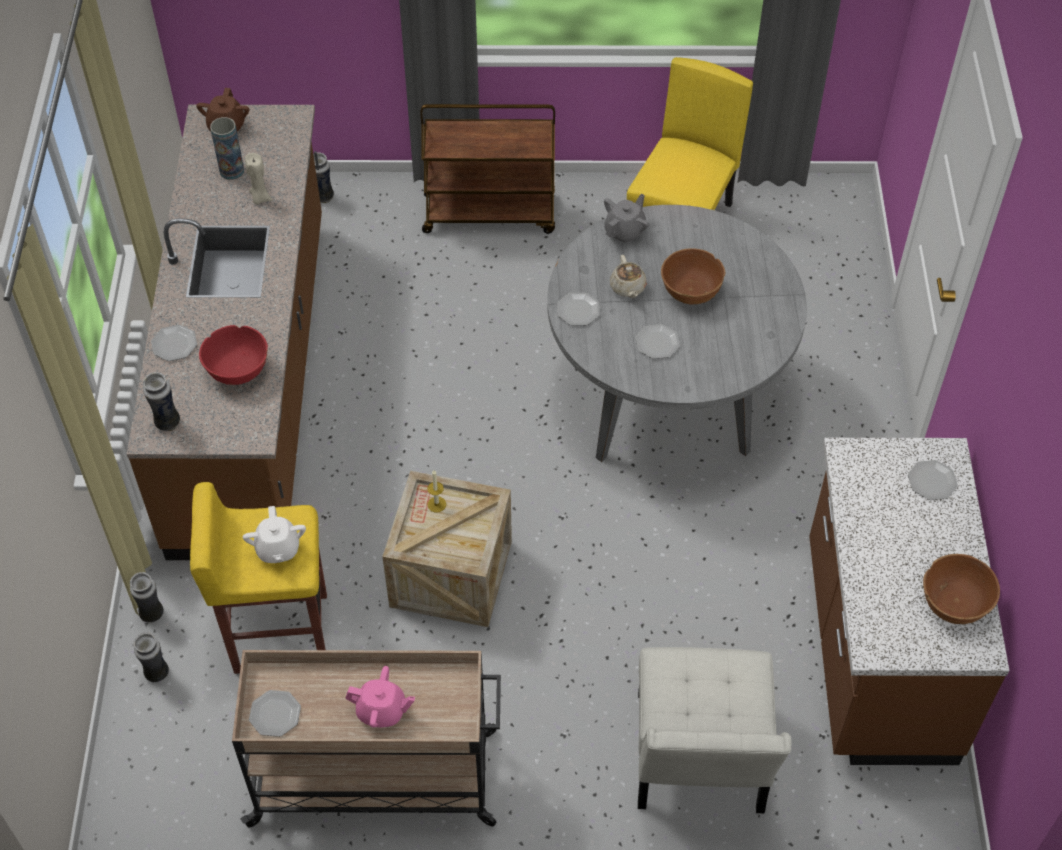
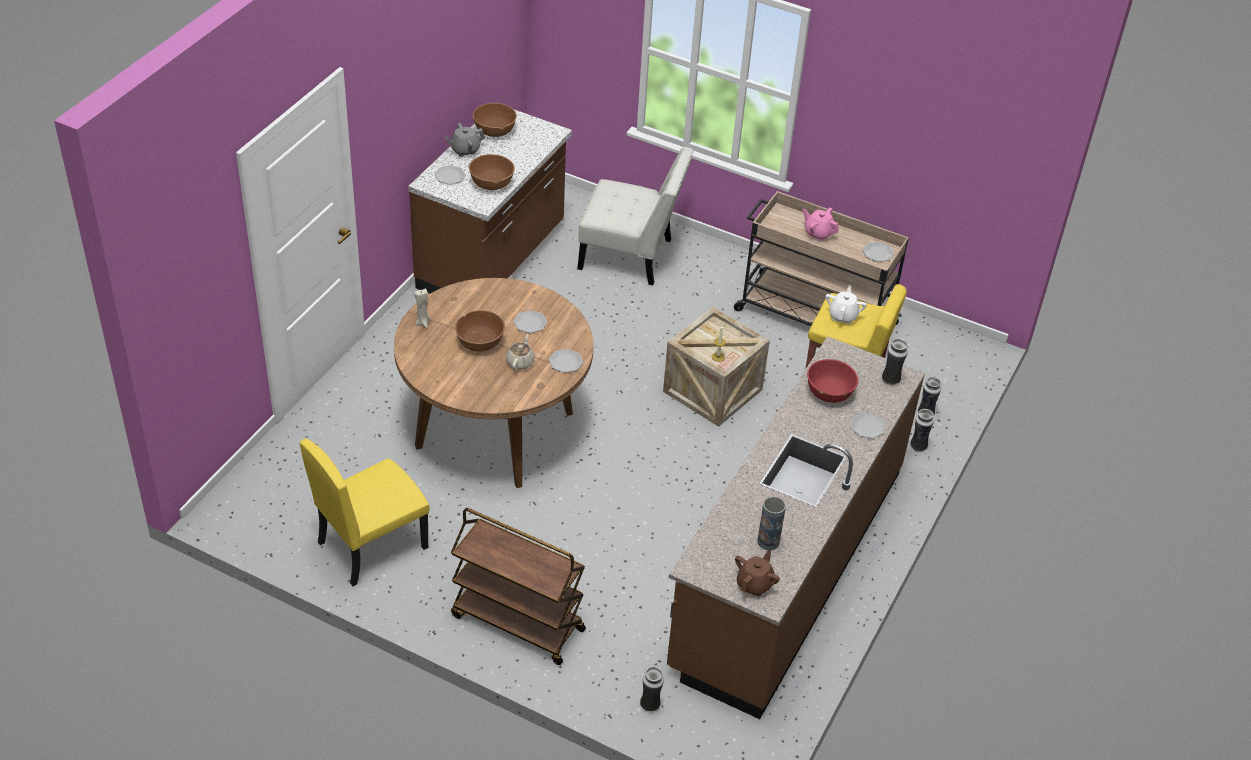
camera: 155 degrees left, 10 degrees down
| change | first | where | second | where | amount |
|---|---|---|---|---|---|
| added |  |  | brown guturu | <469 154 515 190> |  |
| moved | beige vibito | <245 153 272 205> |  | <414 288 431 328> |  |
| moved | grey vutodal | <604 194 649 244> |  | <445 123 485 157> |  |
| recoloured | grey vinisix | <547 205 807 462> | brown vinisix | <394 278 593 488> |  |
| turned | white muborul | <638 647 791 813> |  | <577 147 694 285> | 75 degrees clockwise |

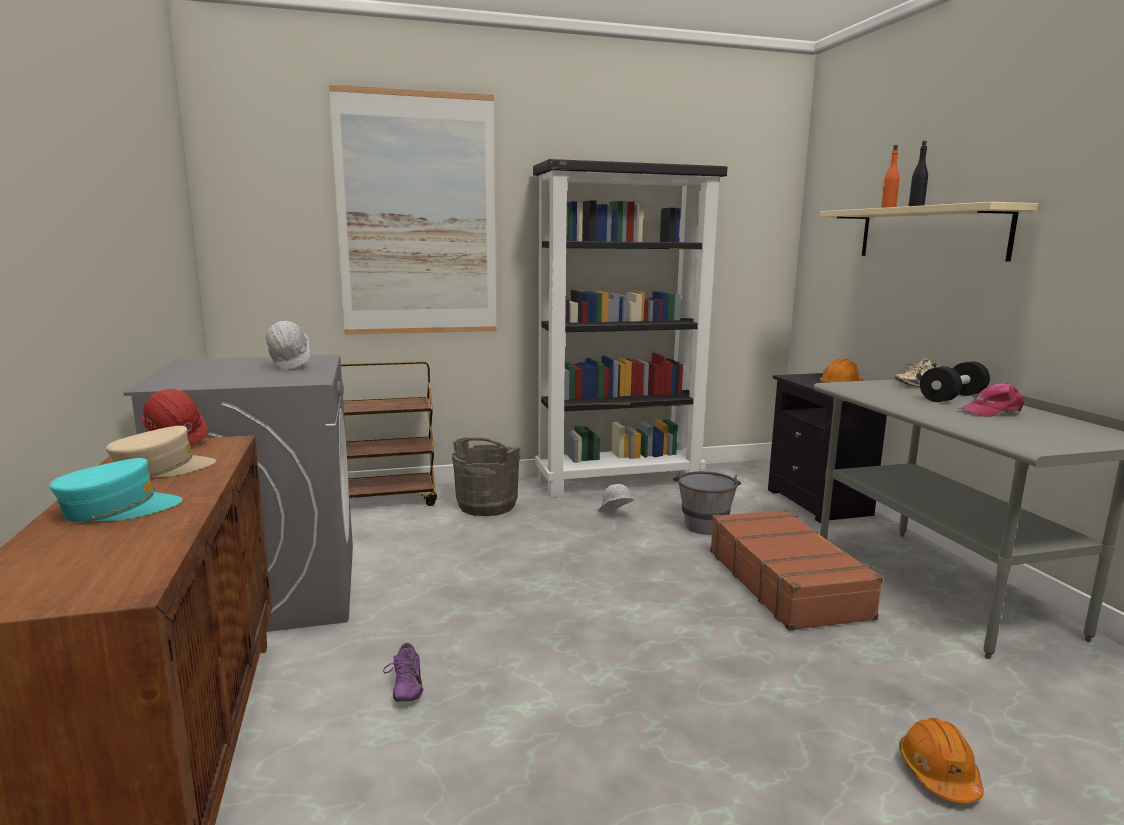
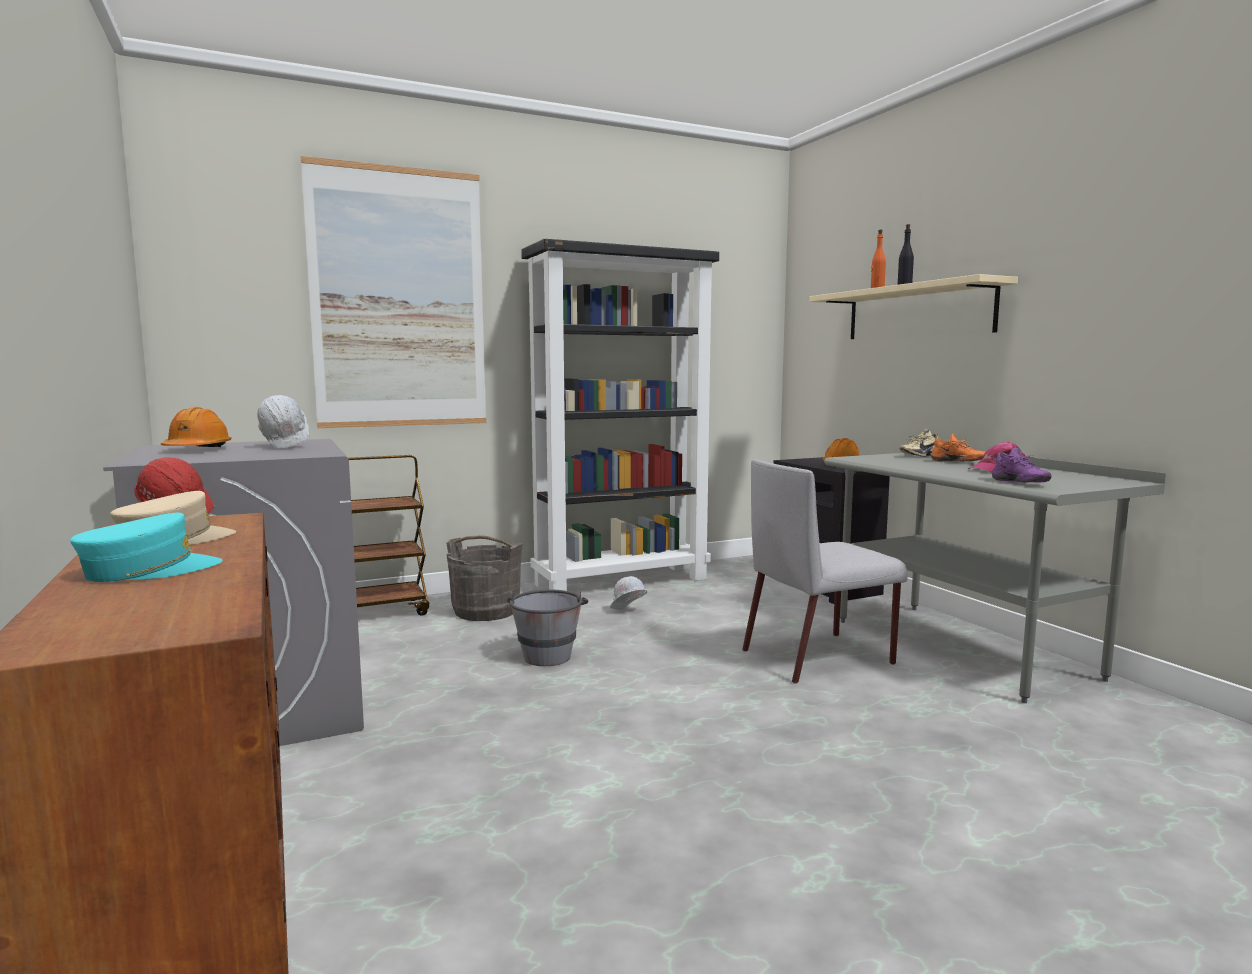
camera: 10 degrees left, 5 degrees down
| change | first | where | second | where | amount |
|---|---|---|---|---|---|
| moved | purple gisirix | <383 643 423 701> |  | <992 448 1052 482> |  |
| moved | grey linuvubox | <673 471 741 535> |  | <507 590 588 666> |  |
| moved | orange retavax | <899 718 984 803> |  | <161 407 232 447> |  |
| replaced | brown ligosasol | <710 509 884 631> | grey muborul | <742 459 908 684> |  |
| replaced | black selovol | <920 362 990 402> | orange gisirix | <931 433 985 462> |  |

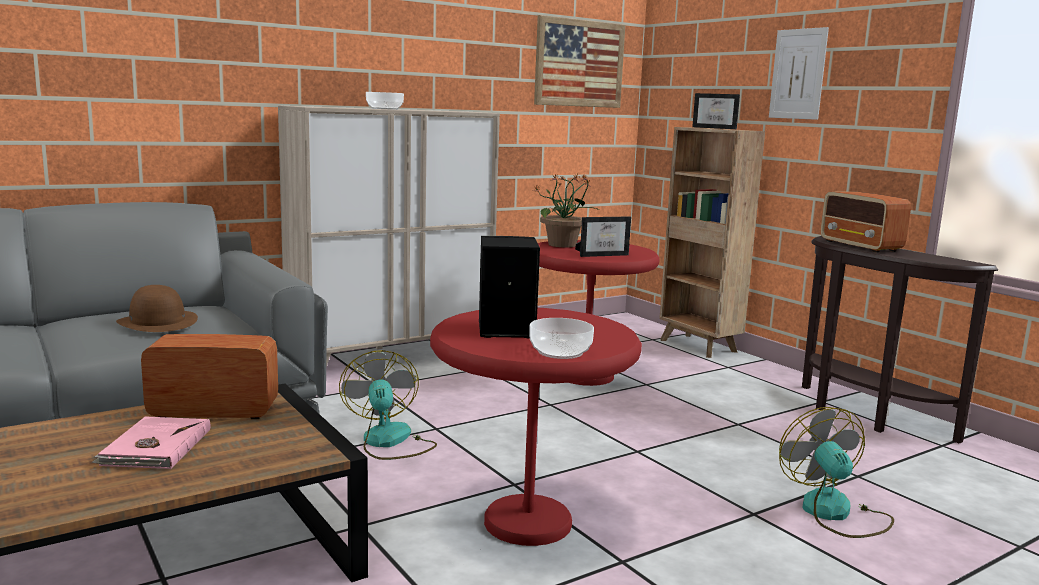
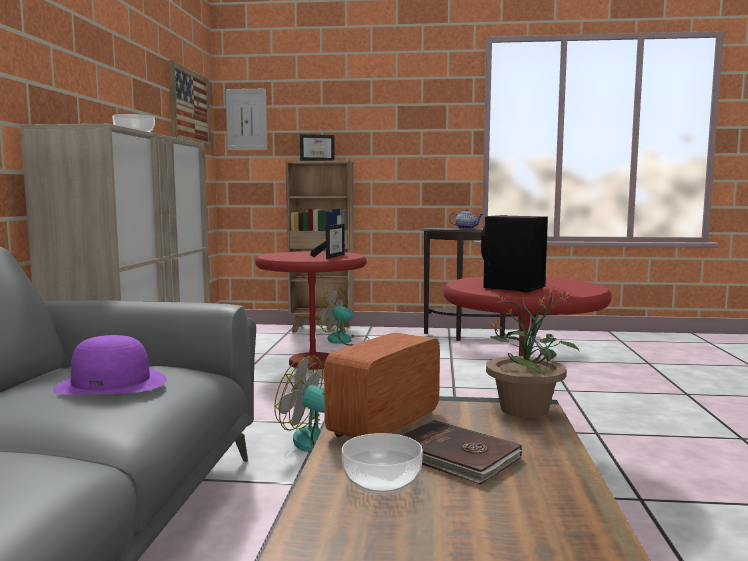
camera: 50 degrees left, 5 degrees down
| change | first | where | second | where | amount |
|---|---|---|---|---|---|
| moved | guturu | <529 318 594 359> |  | <342 433 423 494> |  |
| moved | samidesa | <534 174 599 247> |  | <486 286 580 418> |  |
| moved | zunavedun | <769 27 829 120> |  | <226 89 267 150> |  |
| moved | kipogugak | <779 407 894 538> |  | <317 288 369 345> |  |
| replaced | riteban | <821 191 911 253> | vutodal | <449 209 483 229> |  |
| recoloured | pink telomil | <92 417 210 469> | brown telomil | <402 420 522 485> |  |
| recoloured | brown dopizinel | <116 285 198 332> | purple dopizinel | <53 335 167 395> |  |

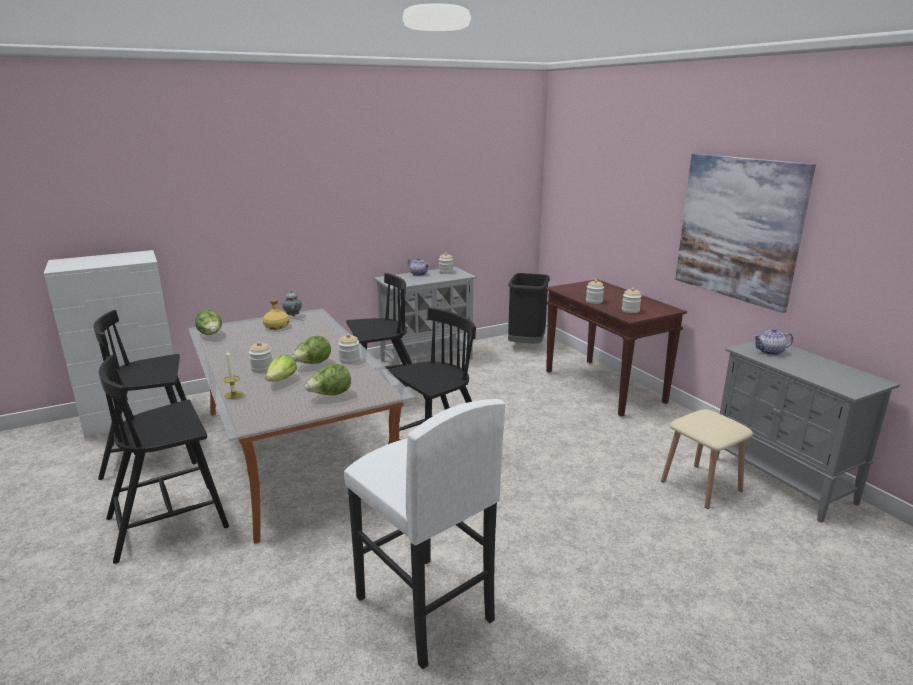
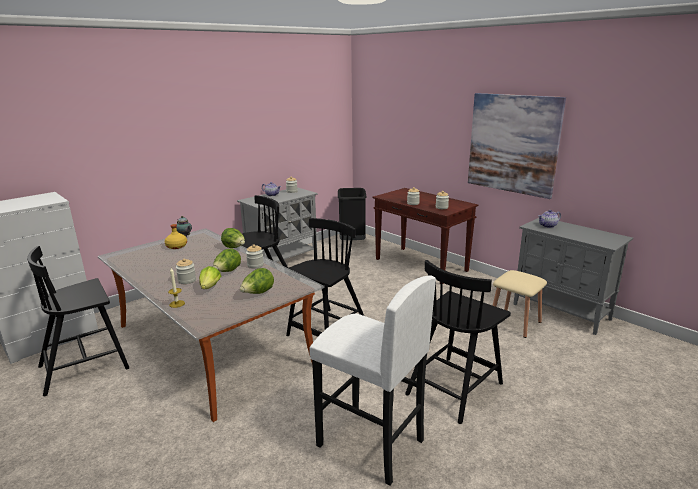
camera: 15 degrees left, 0 degrees up
| change | first | where | second | where | amount |
|---|---|---|---|---|---|
| moved | black muborul | <99 355 229 564> |  | <405 260 511 424> |  |
| moved | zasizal | <195 310 222 335> |  | <221 228 245 248> |  |

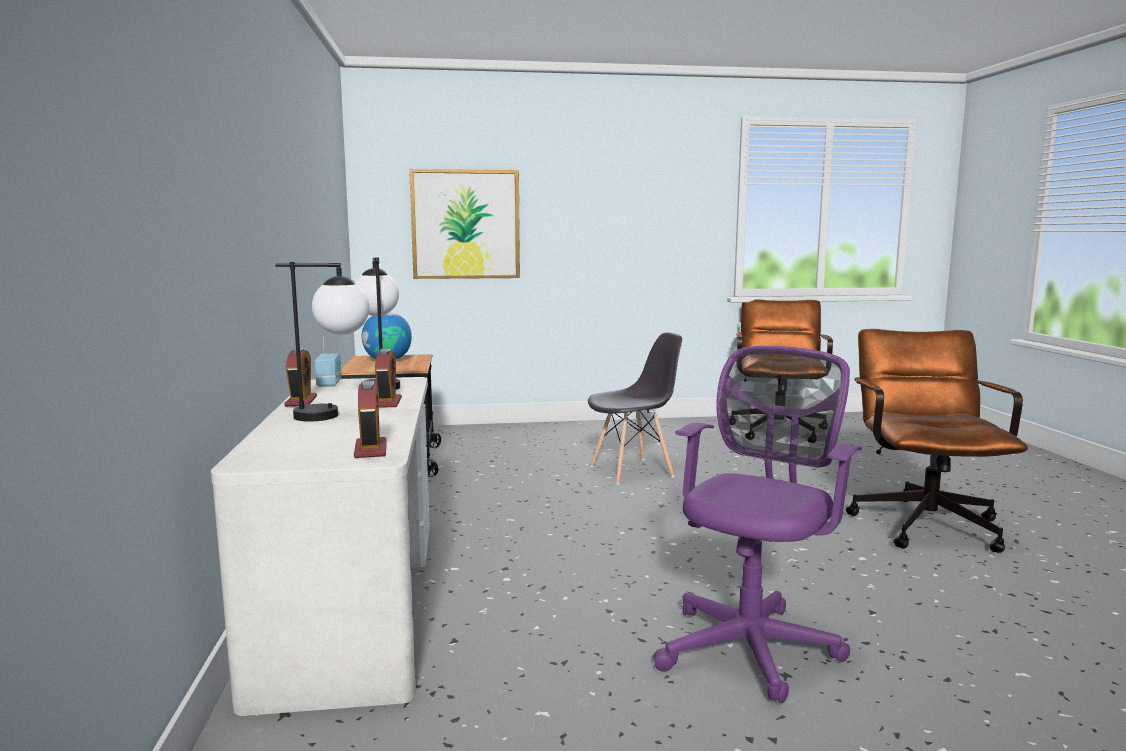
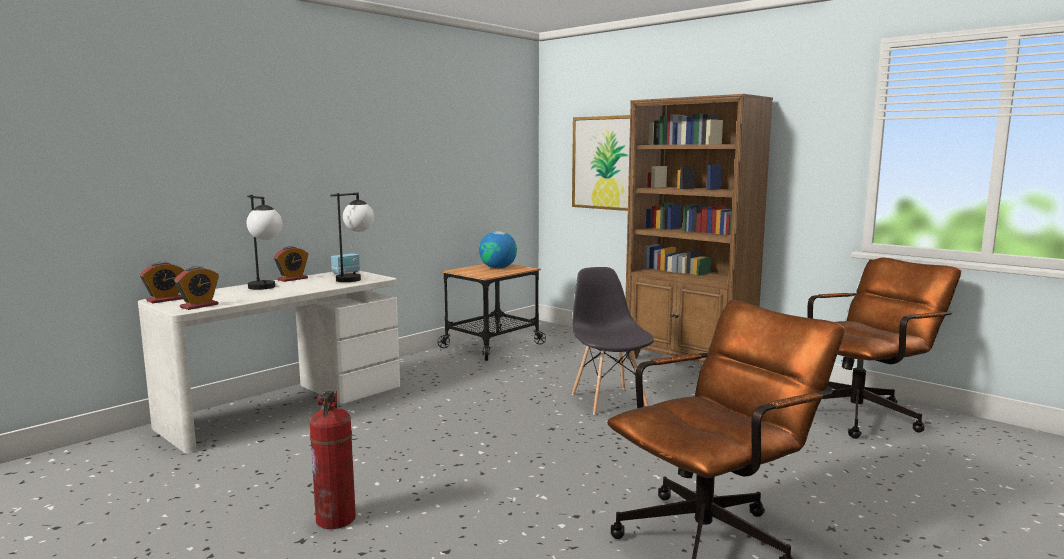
camera: 50 degrees right, 0 degrees up
| change | first | where | second | where | amount |
|---|---|---|---|---|---|
| added |  |  | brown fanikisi | <626 94 773 363> |  |
| moved | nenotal | <375 349 402 408> |  | <140 262 185 303> |  |
| replaced | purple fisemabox | <653 346 862 703> | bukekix | <310 391 356 529> |  |
| turned | grey muborul | <588 332 682 485> |  | <572 267 654 415> | 135 degrees counterclockwise |

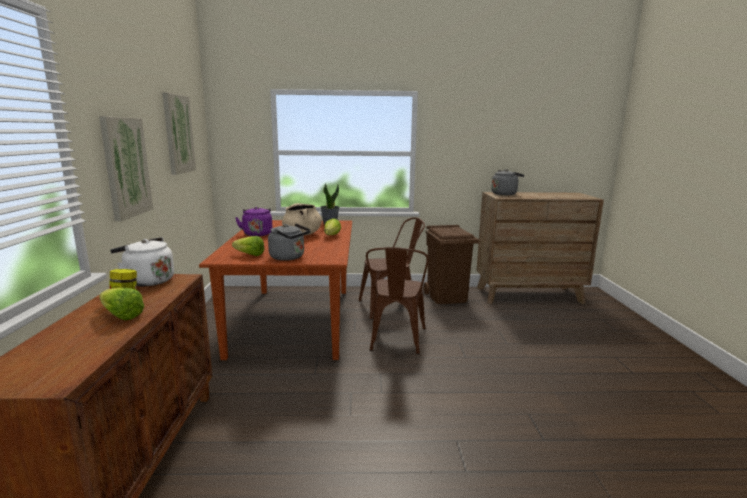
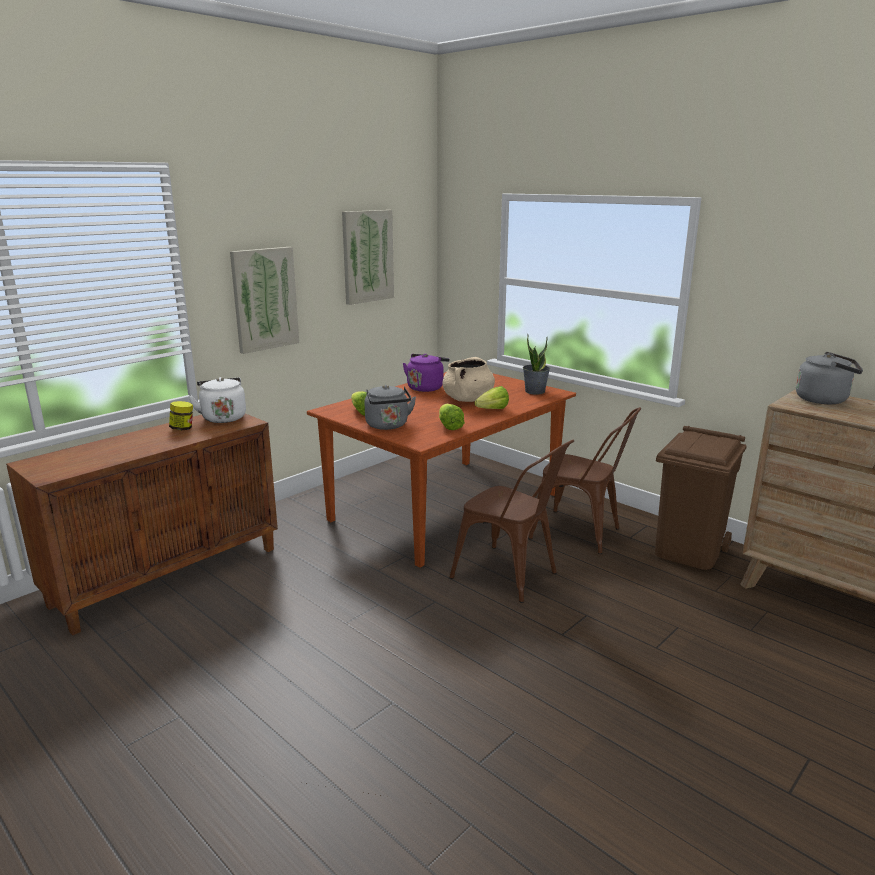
camera: 45 degrees right, 5 degrees up
| change | first | where | second | where | amount |
|---|---|---|---|---|---|
| moved | zasizal | <99 287 144 320> |  | <439 404 465 430> |  |
| turned | brown muborul | <366 247 429 354> |  | <450 440 574 603> | 105 degrees counterclockwise |

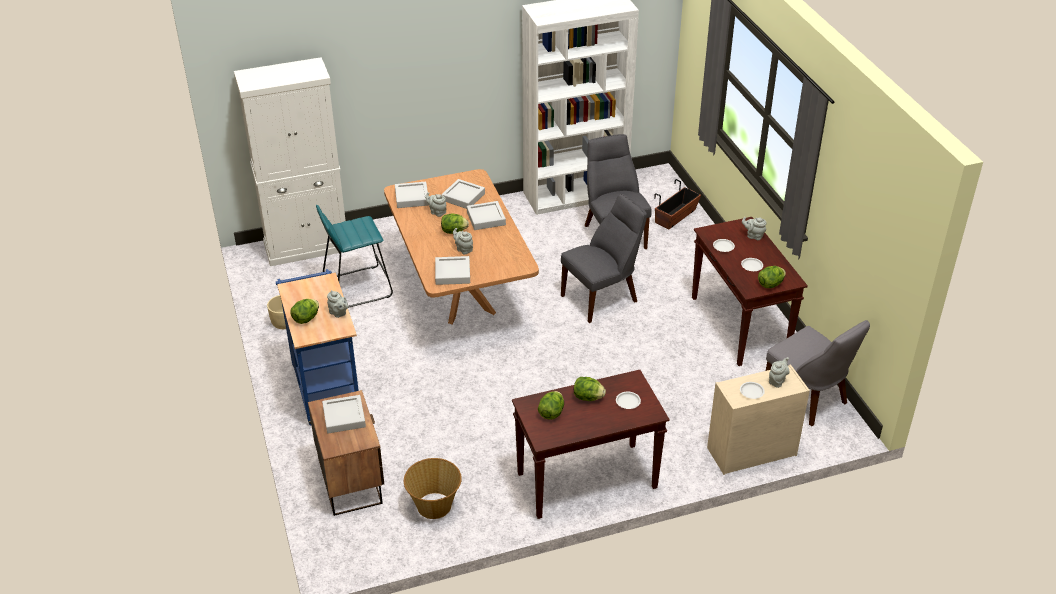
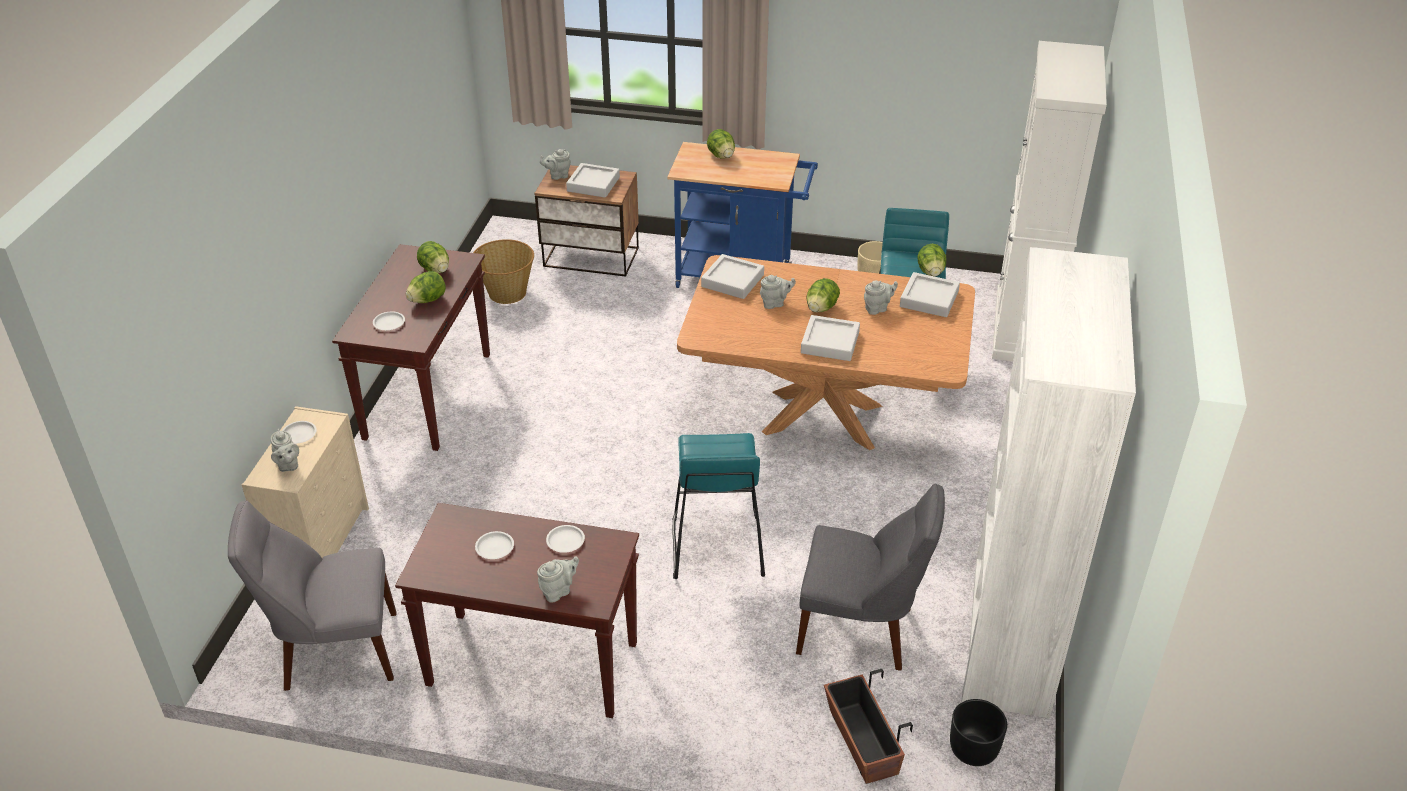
camera: 120 degrees right, 0 degrees up
| change | first | where | second | where | amount |
|---|---|---|---|---|---|
| removed | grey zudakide | <441 179 485 209> |  |  |  |
| added |  |  | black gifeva | <950 699 1007 766> |  |
| moved | grey vutodal | <327 290 348 318> |  | <540 149 571 180> |  |
| moved | zasizal | <758 266 786 288> |  | <917 244 947 277> |  |
| replaced | grey muborul | <561 194 647 323> | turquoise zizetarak | <672 433 765 579> |  |

